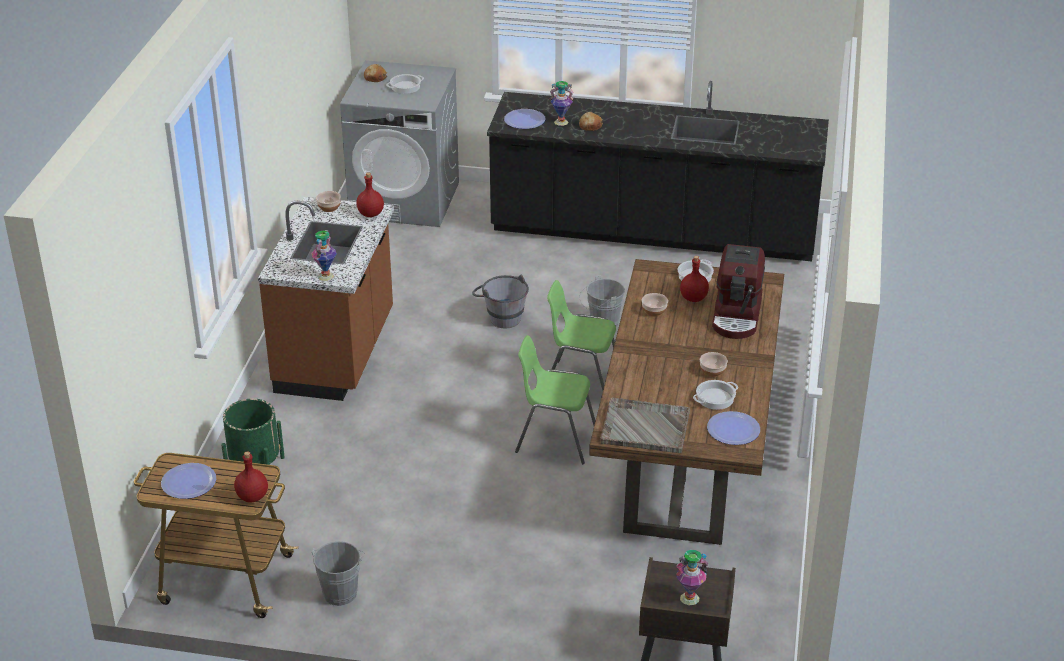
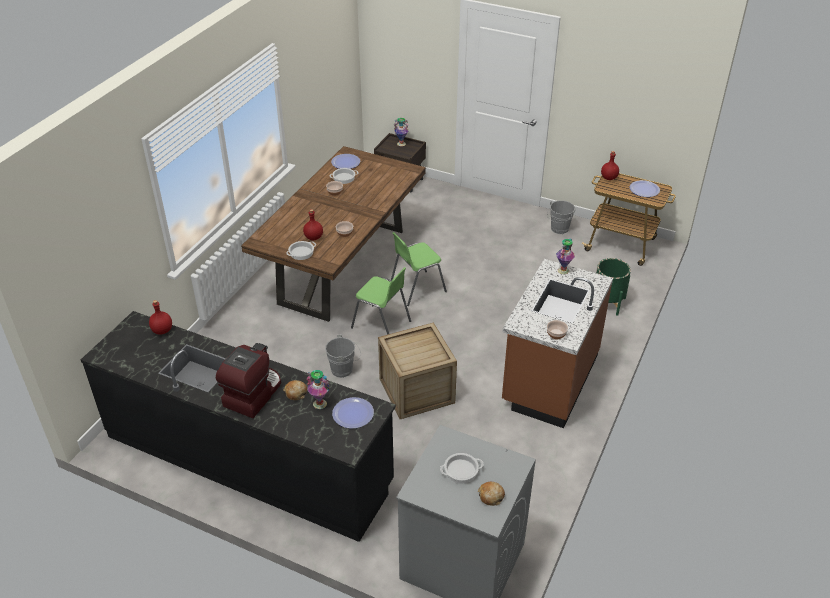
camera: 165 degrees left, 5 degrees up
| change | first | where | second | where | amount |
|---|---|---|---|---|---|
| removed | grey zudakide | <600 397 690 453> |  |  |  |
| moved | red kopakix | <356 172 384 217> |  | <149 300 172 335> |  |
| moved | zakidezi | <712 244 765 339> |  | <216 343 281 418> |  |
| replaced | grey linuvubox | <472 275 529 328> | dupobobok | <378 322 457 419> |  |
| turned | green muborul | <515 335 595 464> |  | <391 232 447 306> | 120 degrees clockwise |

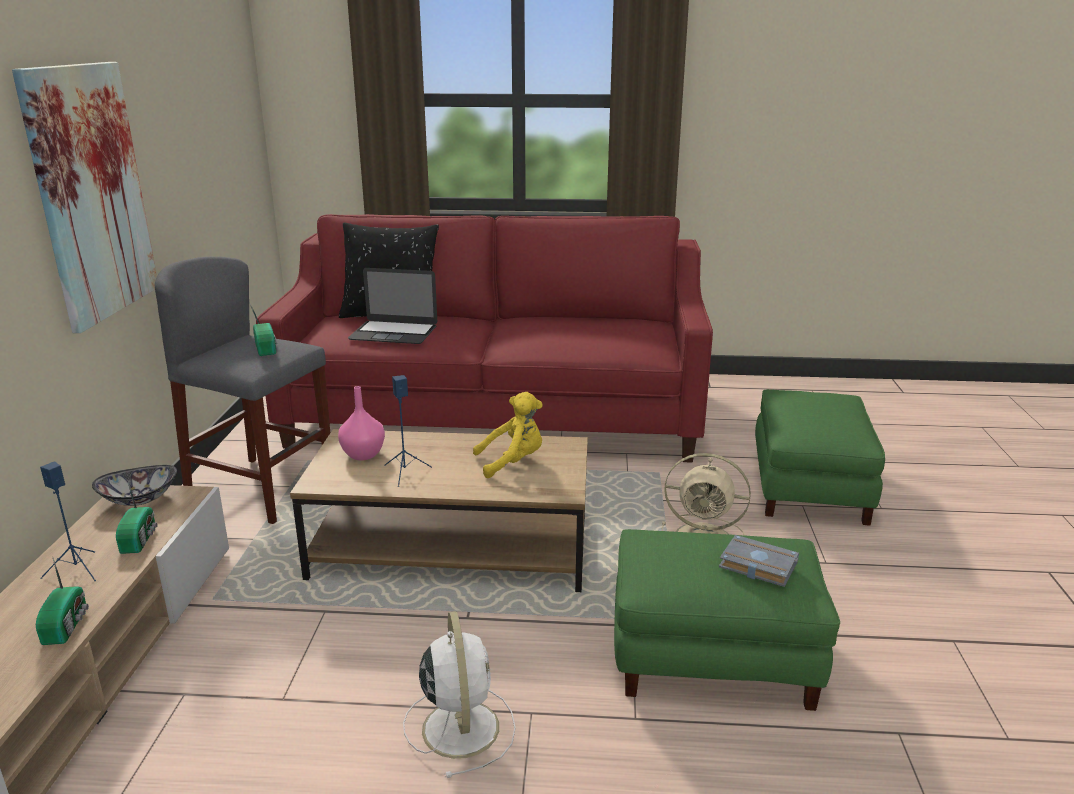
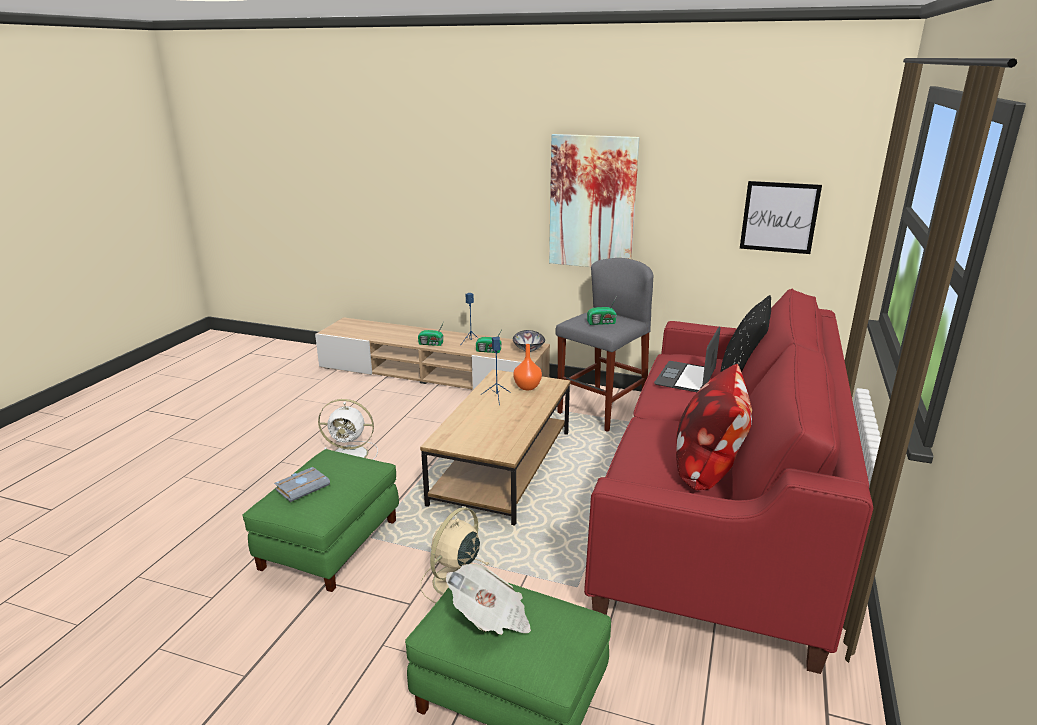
camera: 105 degrees right, 0 degrees up
| change | first | where | second | where | amount |
|---|---|---|---|---|---|
| removed | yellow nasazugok | <473 392 543 478> |  |  |  |
| added |  |  | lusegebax | <446 564 531 635> |  |
| added |  |  | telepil | <676 364 752 490> |  |
| added |  |  | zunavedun | <740 181 822 254> |  |
| recoloured | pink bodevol | <338 386 385 460> | orange bodevol | <513 344 542 390> |  |

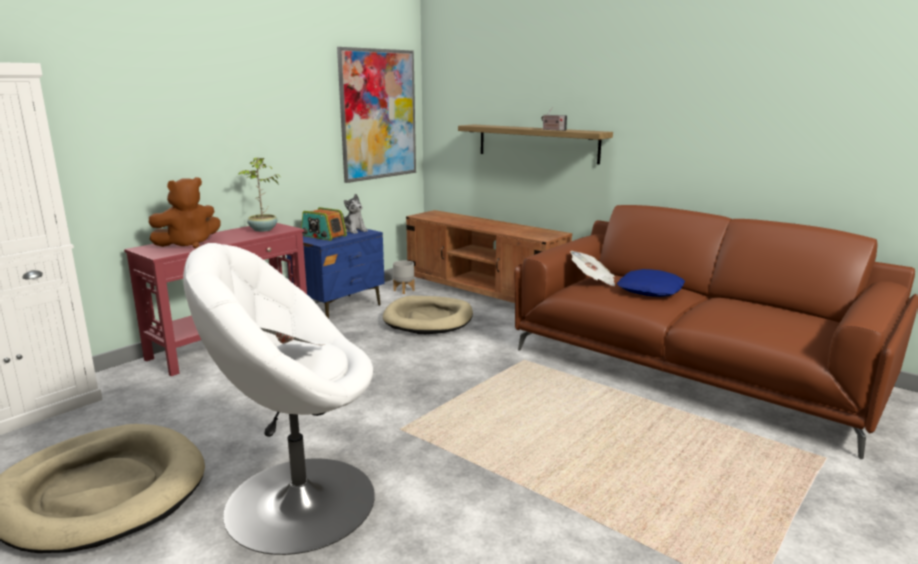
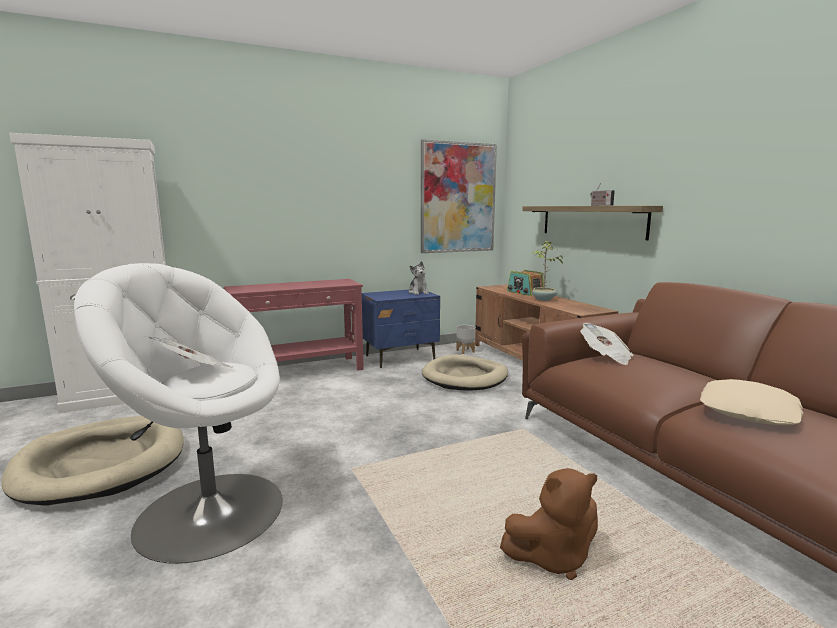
camera: 25 degrees right, 5 degrees down
| change | first | where | second | where | amount |
|---|---|---|---|---|---|
| removed | blue telepil | <617 269 685 297> |  |  |  |
| added |  |  | beige telepil | <700 379 803 425> |  |
| moved | brown nasazugok | <149 177 220 248> |  | <500 468 598 580> |  |
| moved | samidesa | <238 157 281 232> |  | <532 241 566 301> |  |
| moved | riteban | <301 207 347 241> |  | <507 270 544 296> |  |

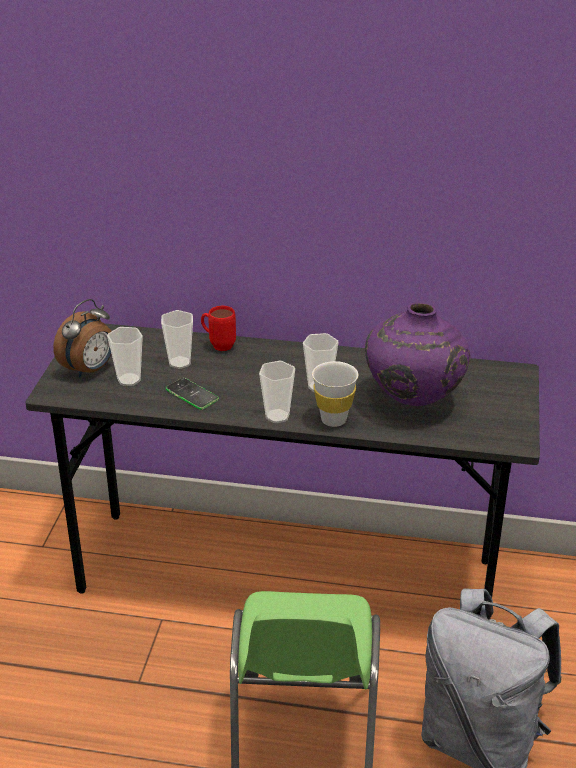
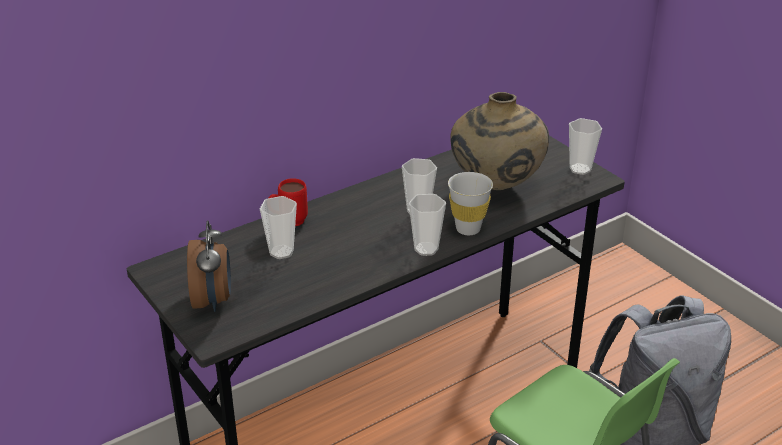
camera: 45 degrees left, 0 degrees up
| change | first | where | second | where | amount |
|---|---|---|---|---|---|
| removed | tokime | <166 378 219 410> |  |  |  |
| moved | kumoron | <107 327 143 386> |  | <569 118 602 175> |  |
| recoloured | purple bodevol | <365 302 470 406> | beige bodevol | <450 92 549 190> |  |

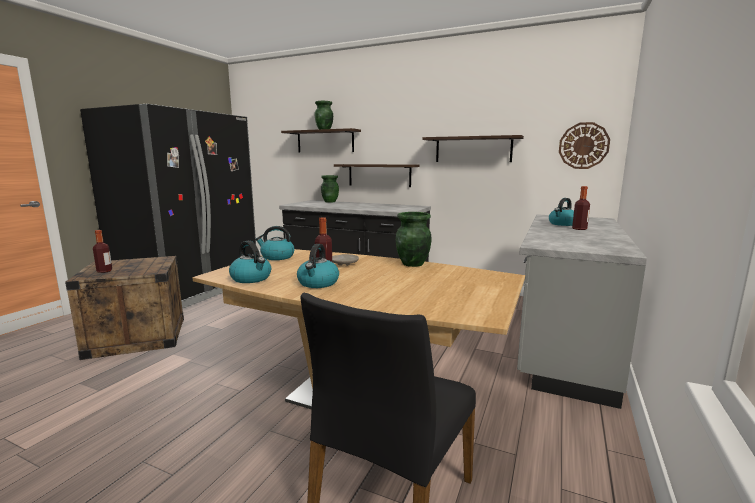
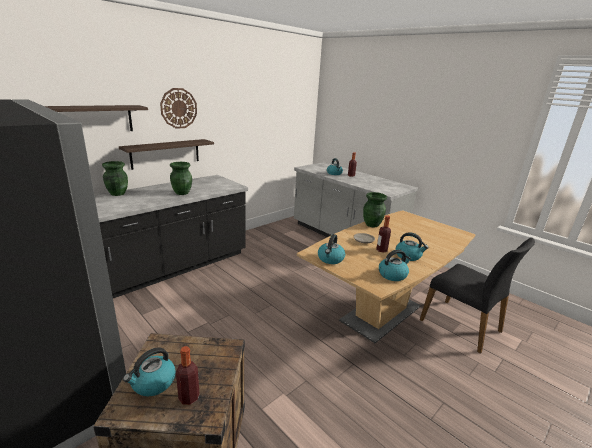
camera: 70 degrees left, 10 degrees up
| change | first | where | second | where | amount |
|---|---|---|---|---|---|
| removed | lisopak | <422 135 524 162> |  |  |  |
| added |  |  | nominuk | <123 347 176 396> |  |
| moved | green bodevol | <315 101 333 129> |  | <170 162 192 195> |  |
| moved | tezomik | <559 122 610 169> |  | <160 88 197 129> |  |

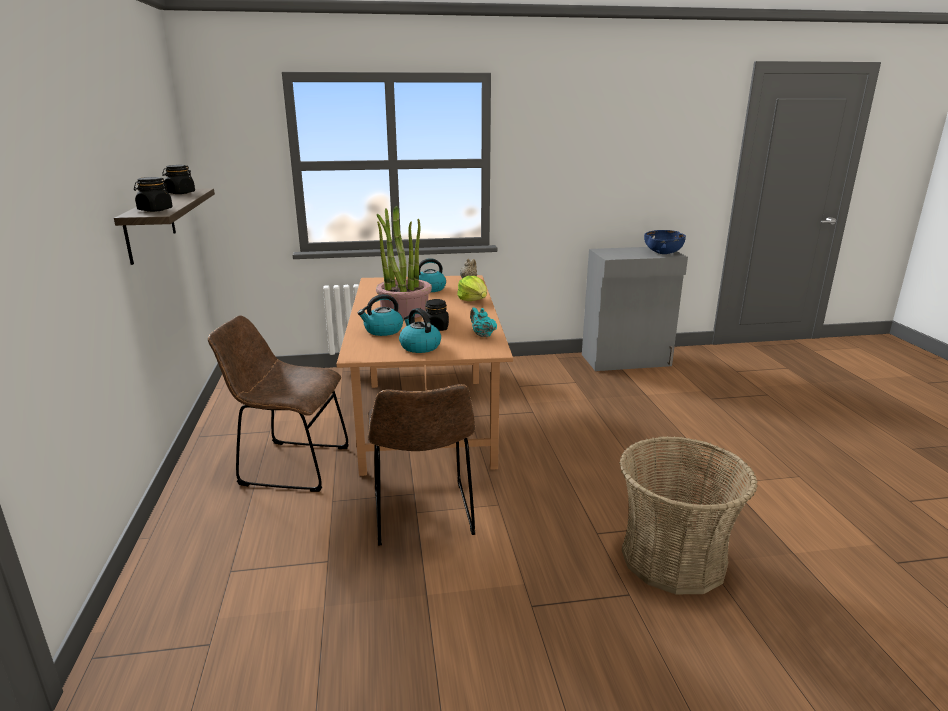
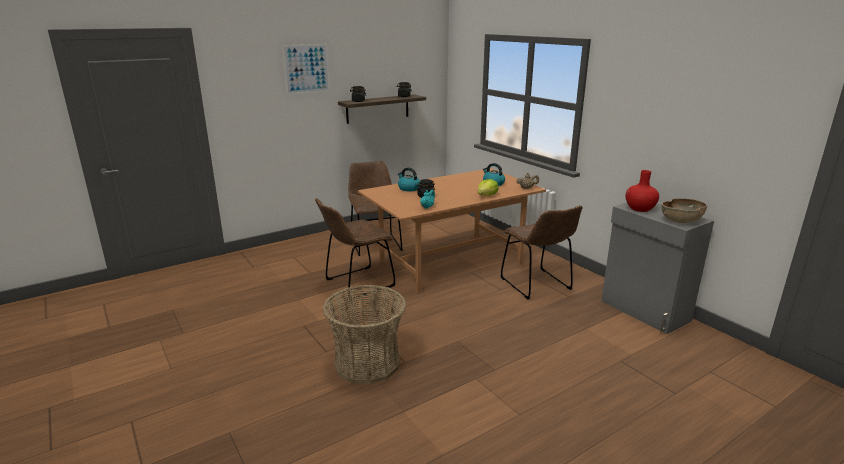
camera: 65 degrees right, 0 degrees up
| change | first | where | second | where | amount |
|---|---|---|---|---|---|
| removed | samidesa | <376 206 432 319> |  |  |  |
| removed | nominuk | <399 308 441 353> |  |  |  |
| added |  |  | zunavedun | <282 44 330 95> |  |
| added |  |  | brown muborul | <501 205 582 300> |  |
| added |  |  | red bodevol | <625 170 659 212> |  |
| recoloured | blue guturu | <644 230 686 254> | brown guturu | <661 198 707 223> |  |

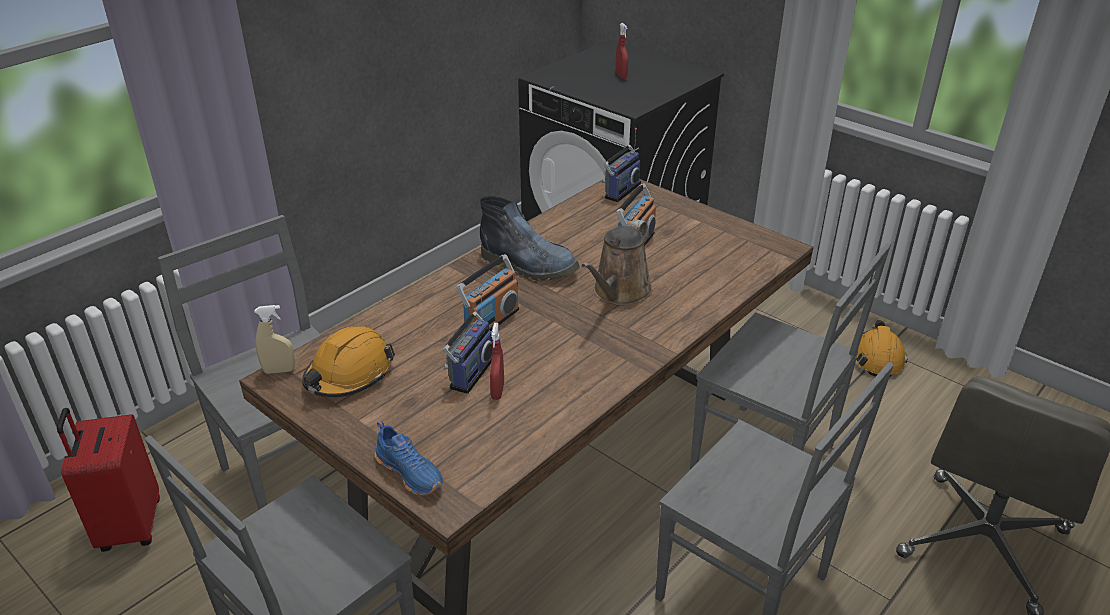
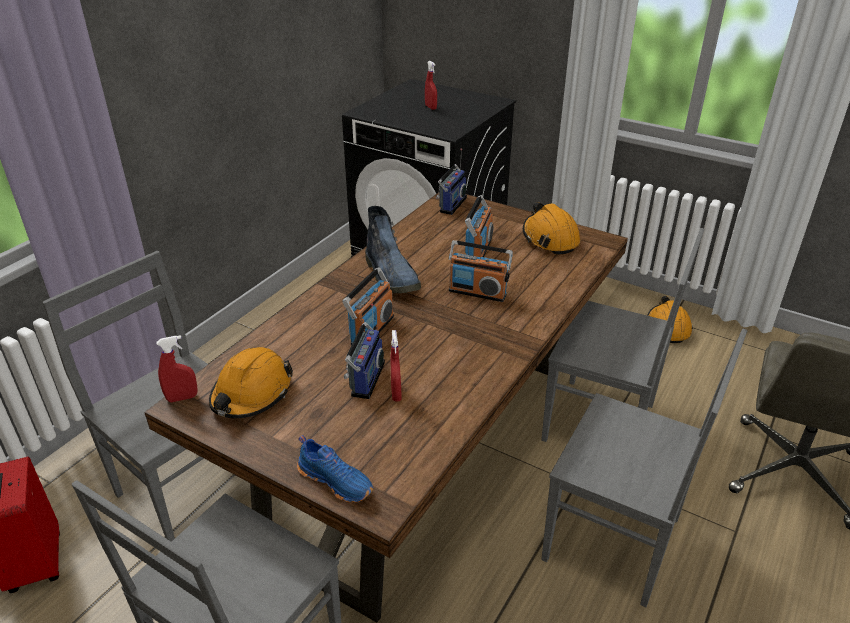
camera: 10 degrees left, 0 degrees up
| change | first | where | second | where | amount |
|---|---|---|---|---|---|
| added |  |  | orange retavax | <523 202 580 255> |  |
| replaced | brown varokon | <582 219 652 306> | riteban | <449 240 513 302> |  |
| recoloured | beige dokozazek | <254 305 295 374> | red dokozazek | <157 335 198 402> |  |
| turned | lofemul | <480 196 580 281> |  | <365 206 421 293> | 45 degrees clockwise |

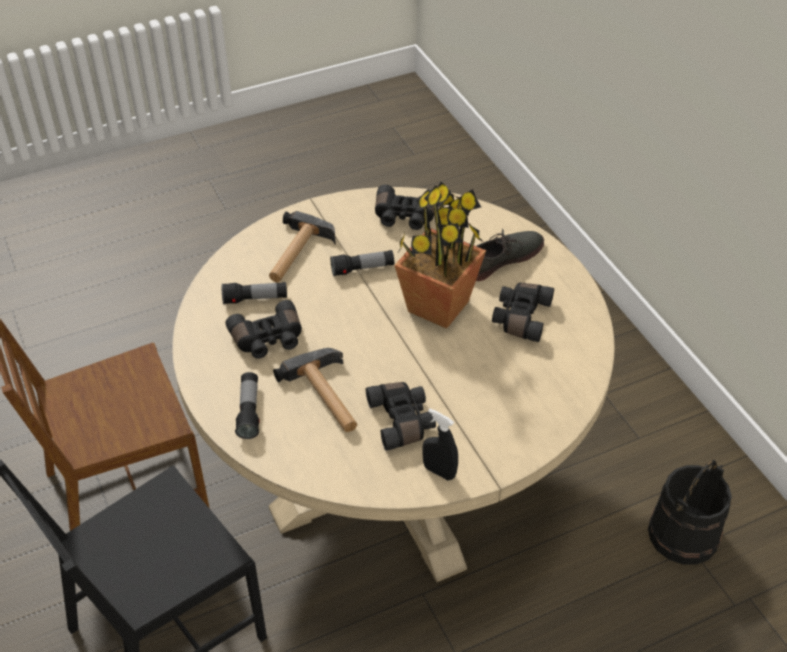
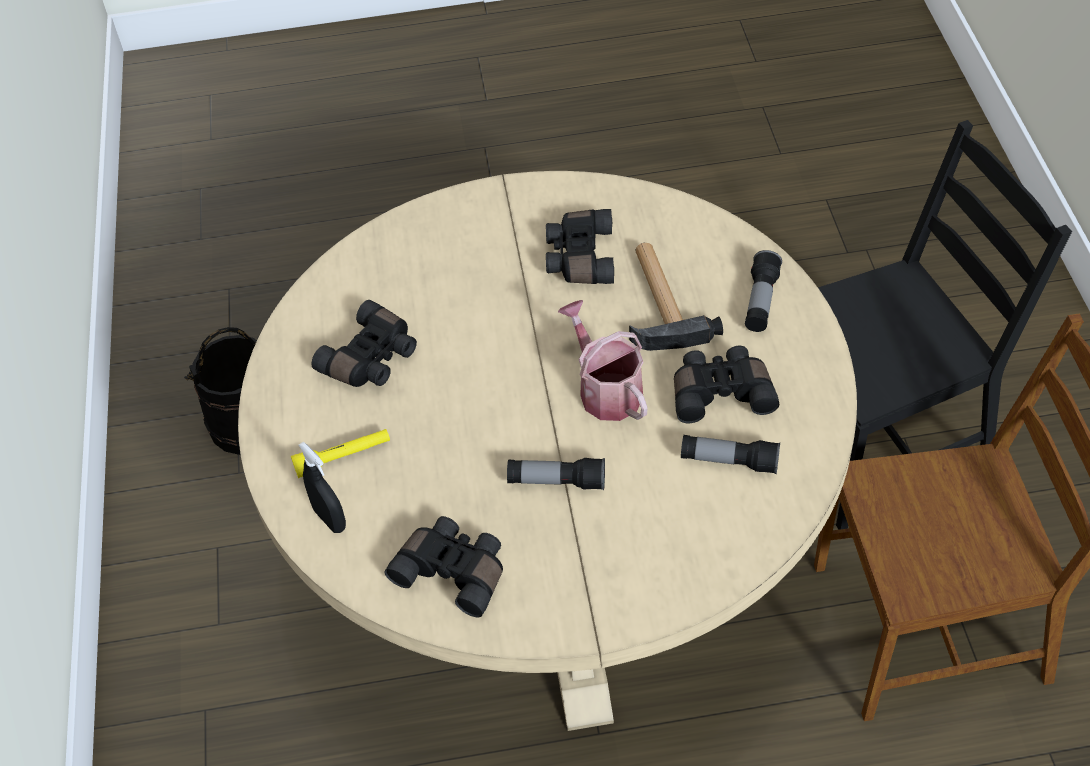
camera: 160 degrees left, 5 degrees up
| change | first | where | second | where | amount |
|---|---|---|---|---|---|
| removed | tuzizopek | <269 211 335 283> |  |  |  |
| removed | samidesa | <394 182 486 329> |  |  |  |
| added |  |  | varokon | <558 300 648 421> |  |
| moved | black dokozazek | <422 409 458 480> |  | <298 441 346 533> |  |
| replaced | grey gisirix | <476 228 544 281> | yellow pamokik | <291 429 390 478> |  |

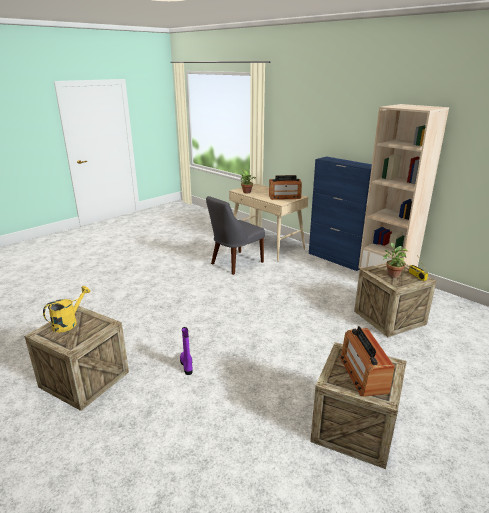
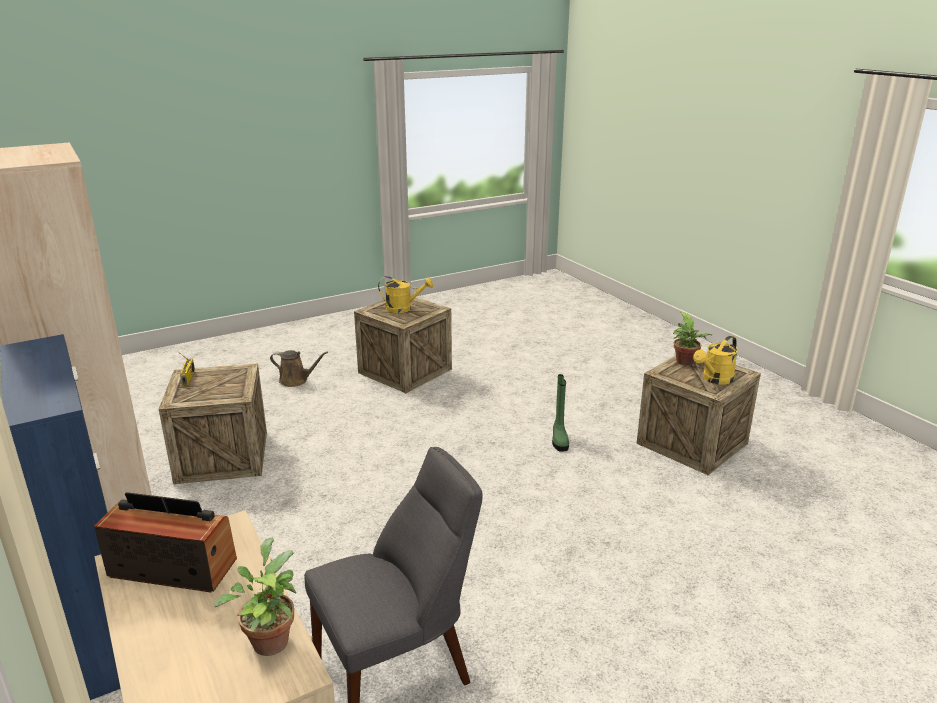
camera: 165 degrees left, 0 degrees up
| change | first | where | second | where | amount |
|---|---|---|---|---|---|
| added |  |  | brown varokon | <270 350 328 387> |  |
| moved | samidesa | <383 243 408 278> |  | <673 312 712 365> |  |
| replaced | riteban | <340 326 395 397> | yellow varokon | <378 276 433 313> |  |
| recoloured | purple lofemul | <180 327 193 375> | green lofemul | <552 374 569 452> |  |

